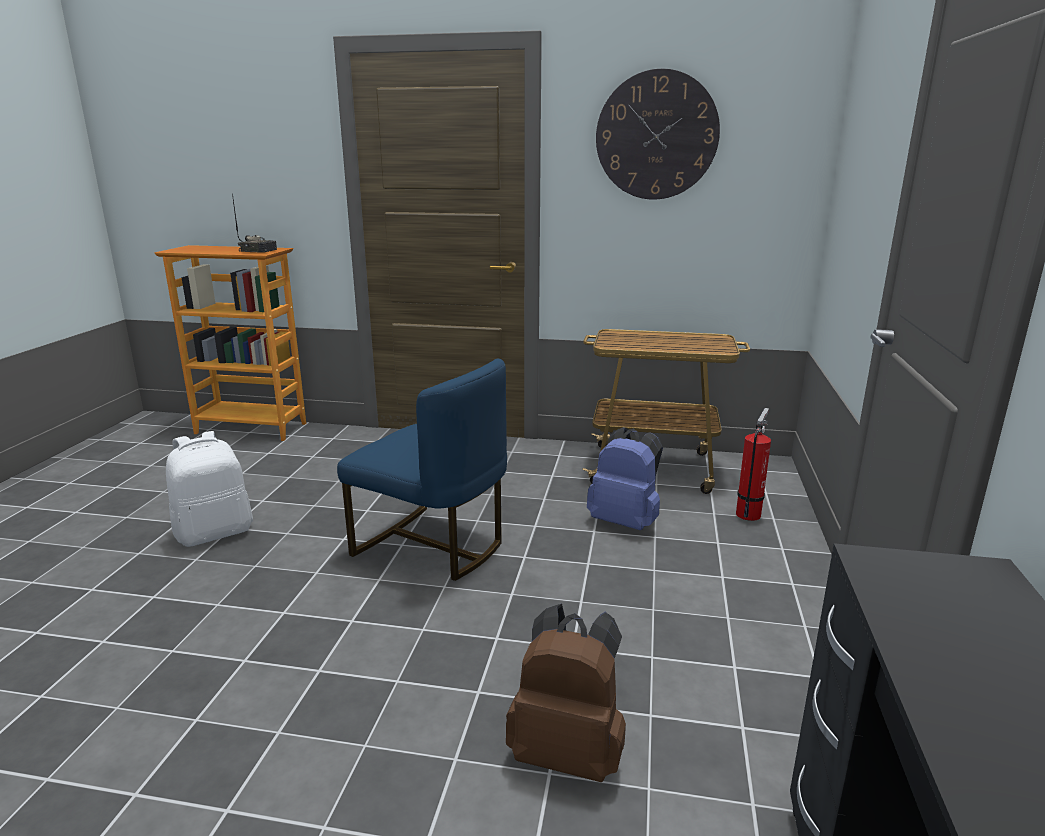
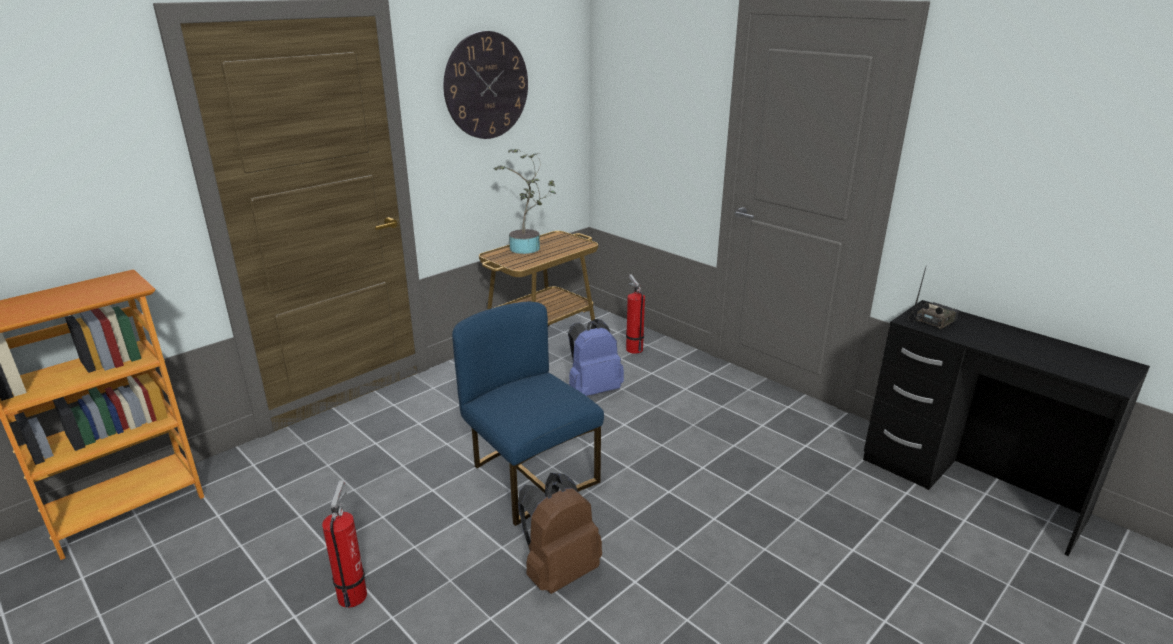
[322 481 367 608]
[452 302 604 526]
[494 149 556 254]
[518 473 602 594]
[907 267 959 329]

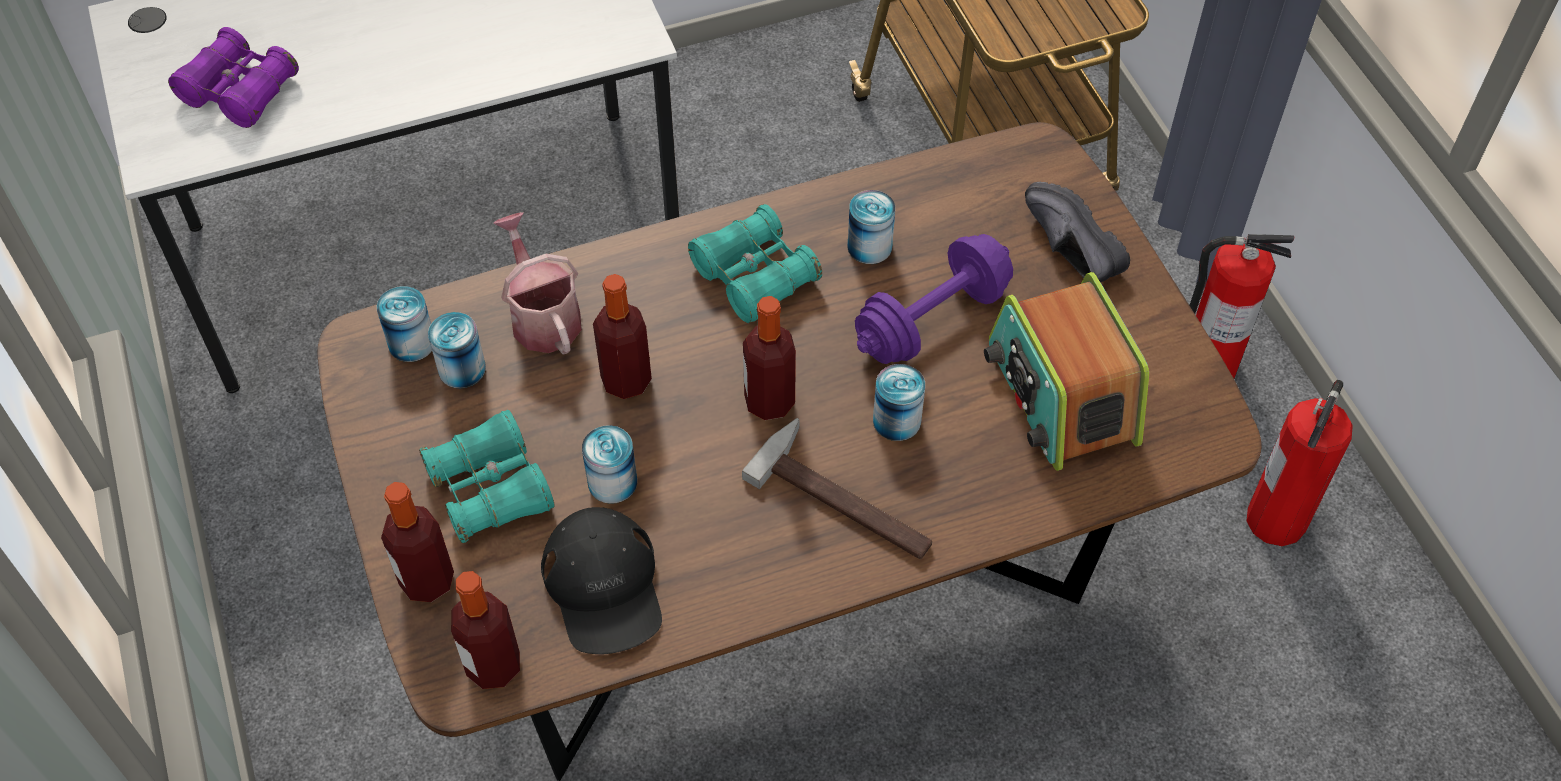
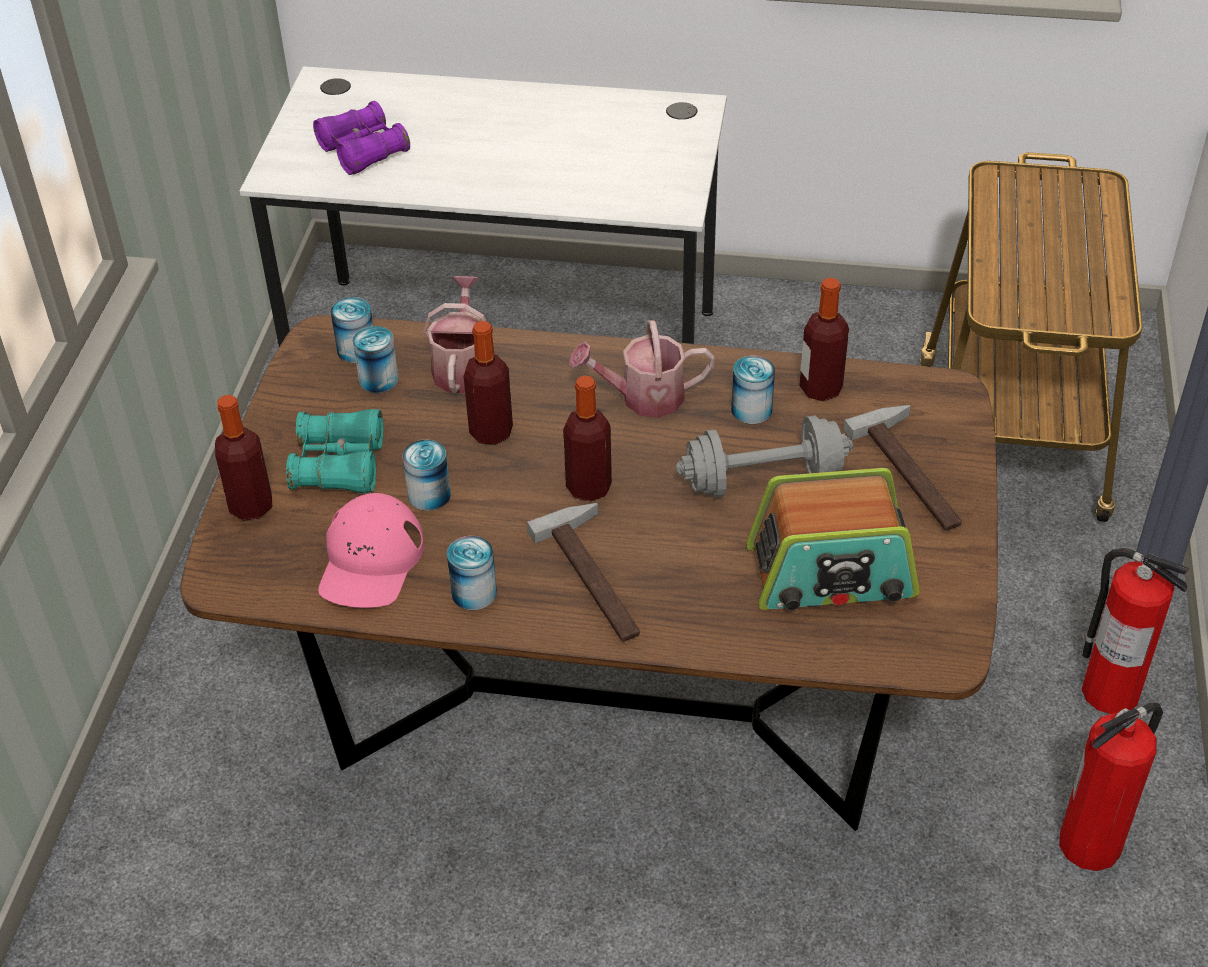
[318 493 424 608]
[447 536 497 610]
[569 320 715 418]
[676 415 853 498]
[746 468 919 610]
[799 278 849 401]
[843 405 962 531]

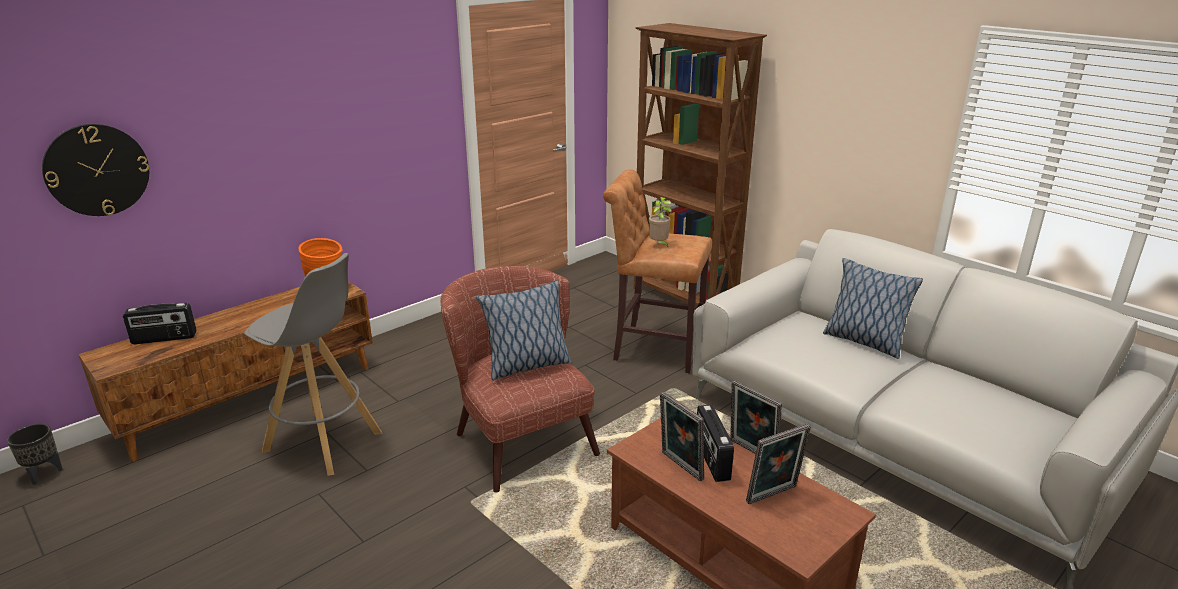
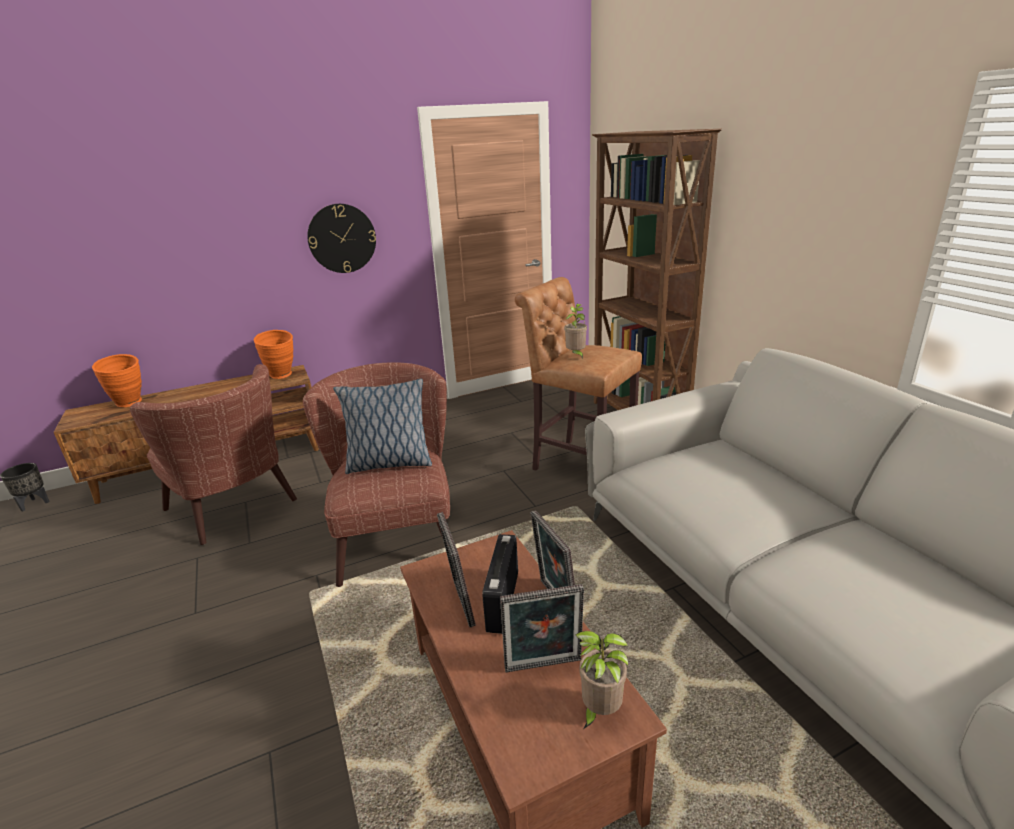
[92 354 142 407]
[130 364 297 545]
[307 204 376 273]
[575 631 628 729]
[823 258 923 359] (first image)

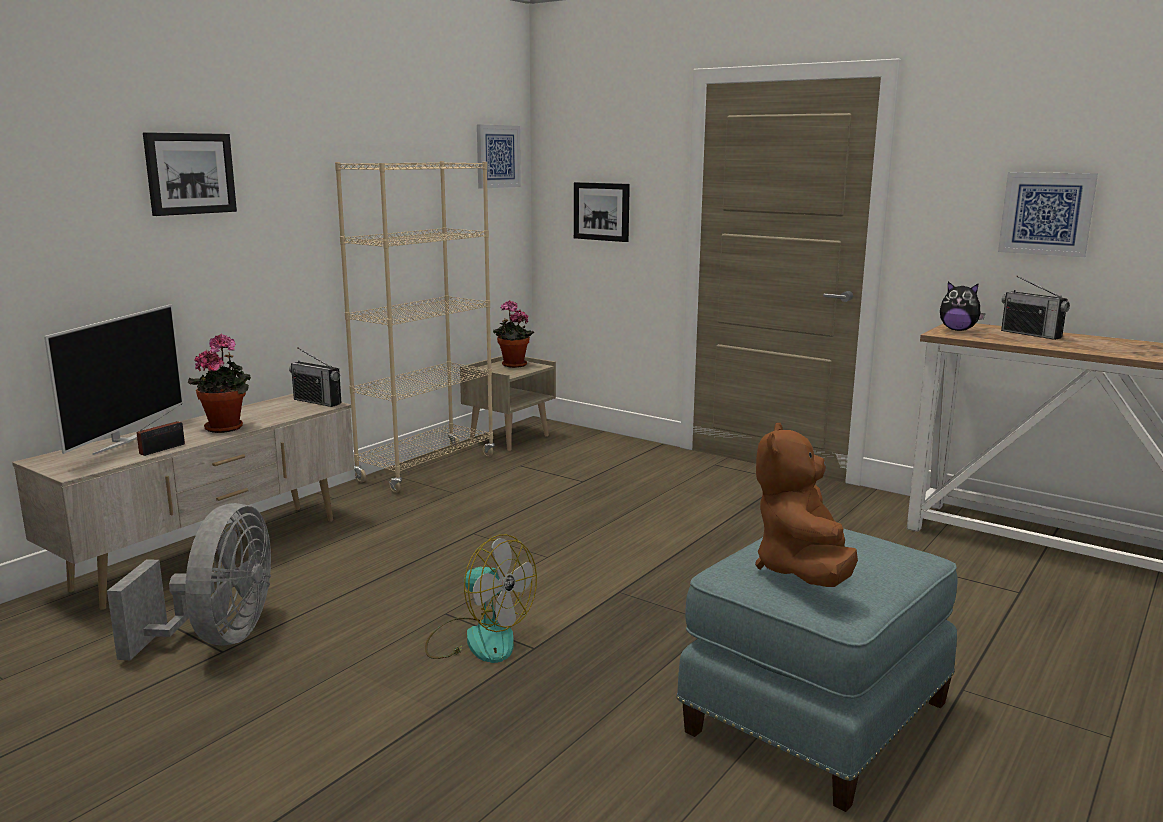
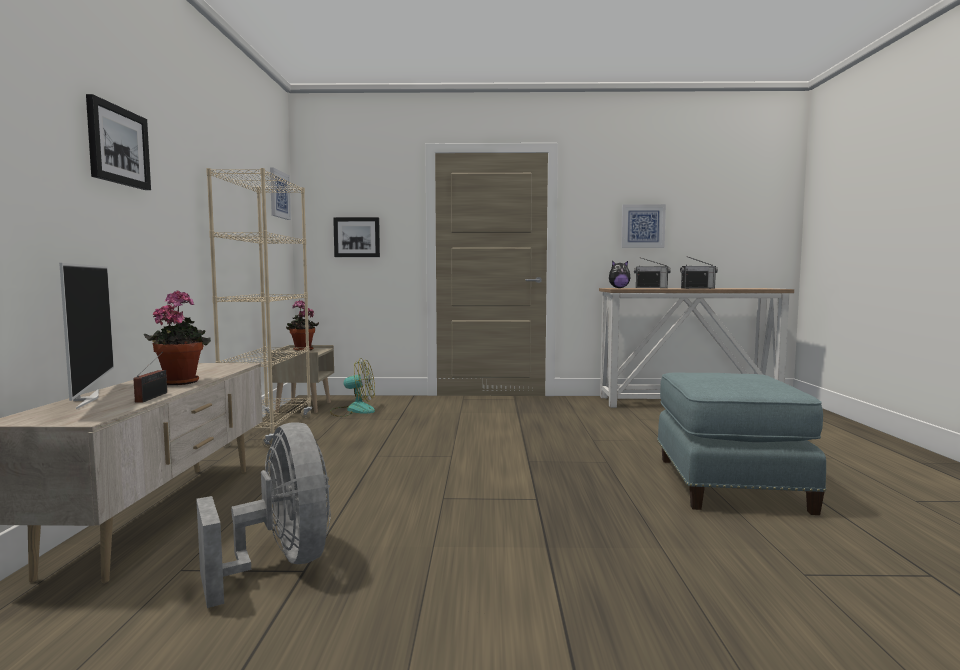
[330 358 375 417]
[680 256 718 289]
[755 423 858 587] (first image)

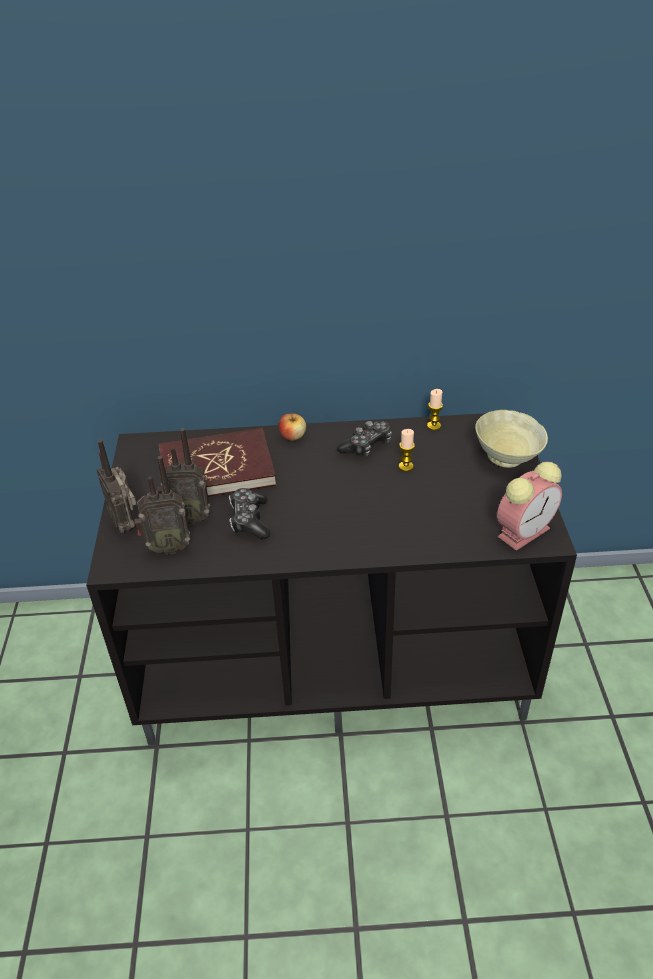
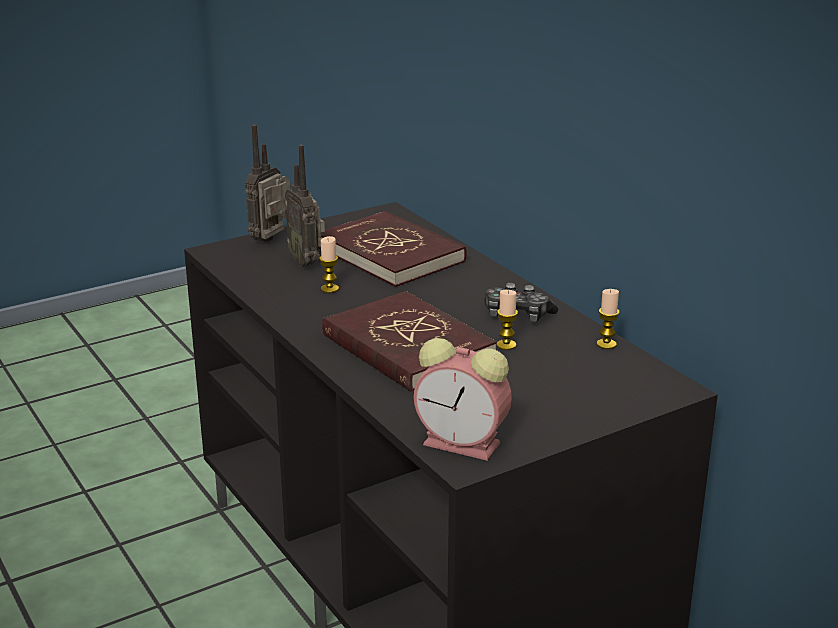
[319 236 339 293]
[322 291 497 392]
[134 456 190 555] (first image)
[279 412 306 441] (first image)
[475 410 548 468] (first image)

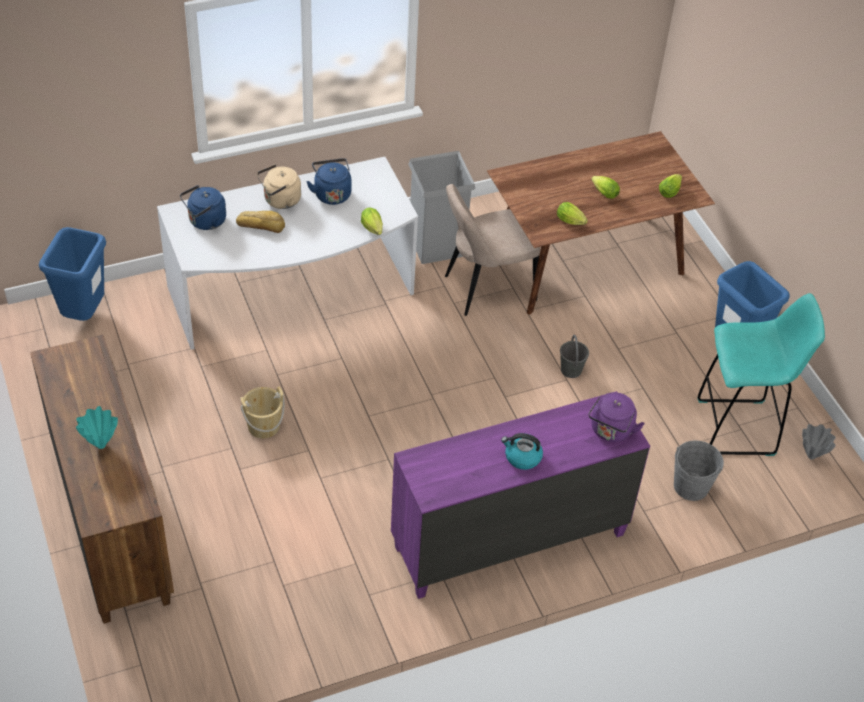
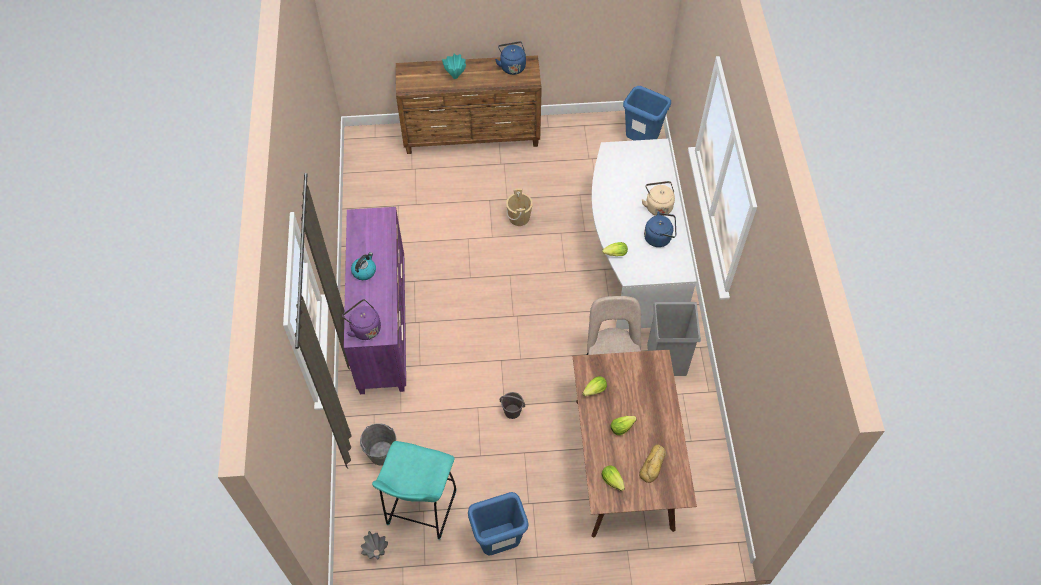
[495 41 526 75]
[639 445 666 483]

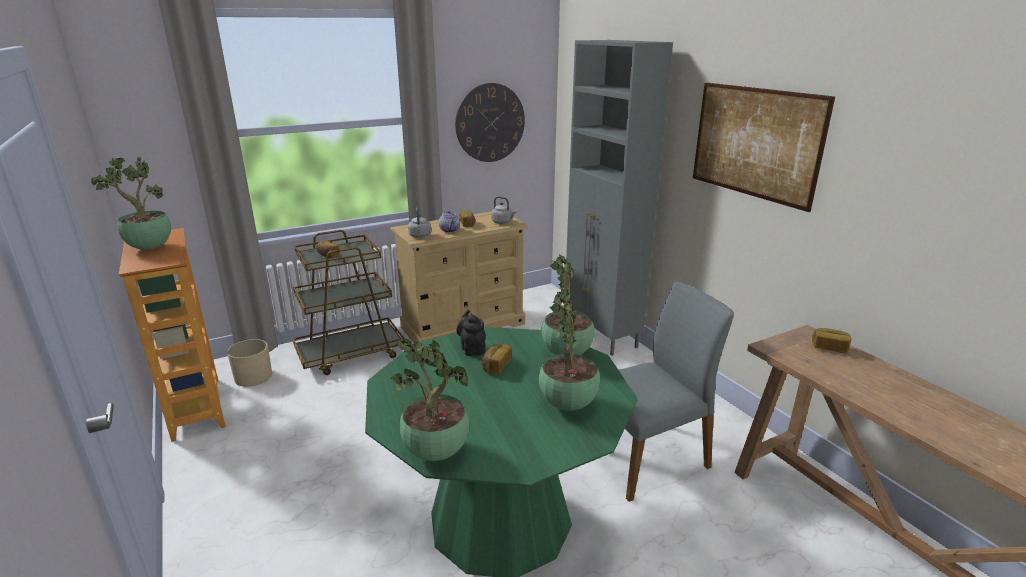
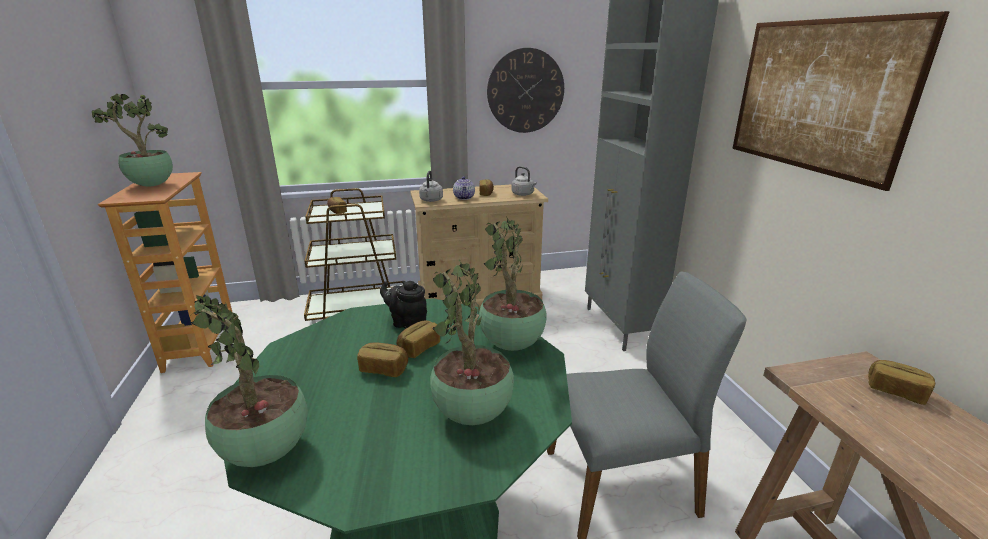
[357 342 408 377]
[380 281 427 328]
[227 339 272 387] (first image)

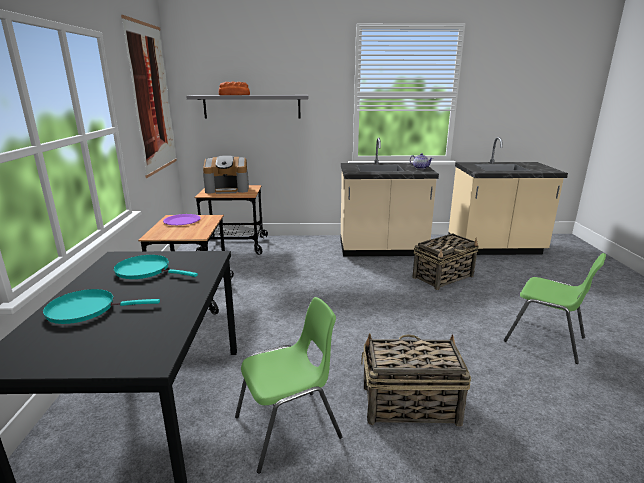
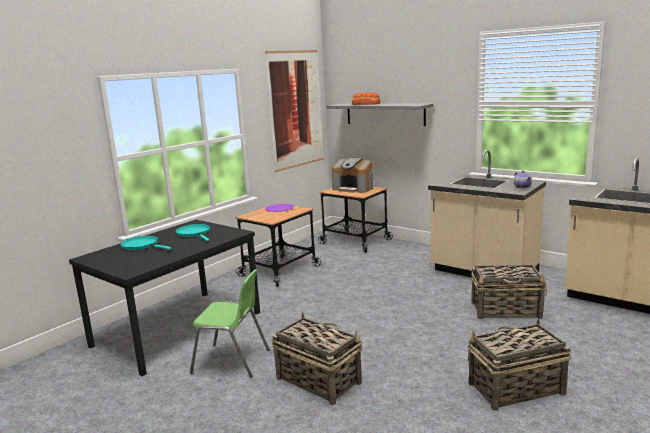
[468 318 571 411]

